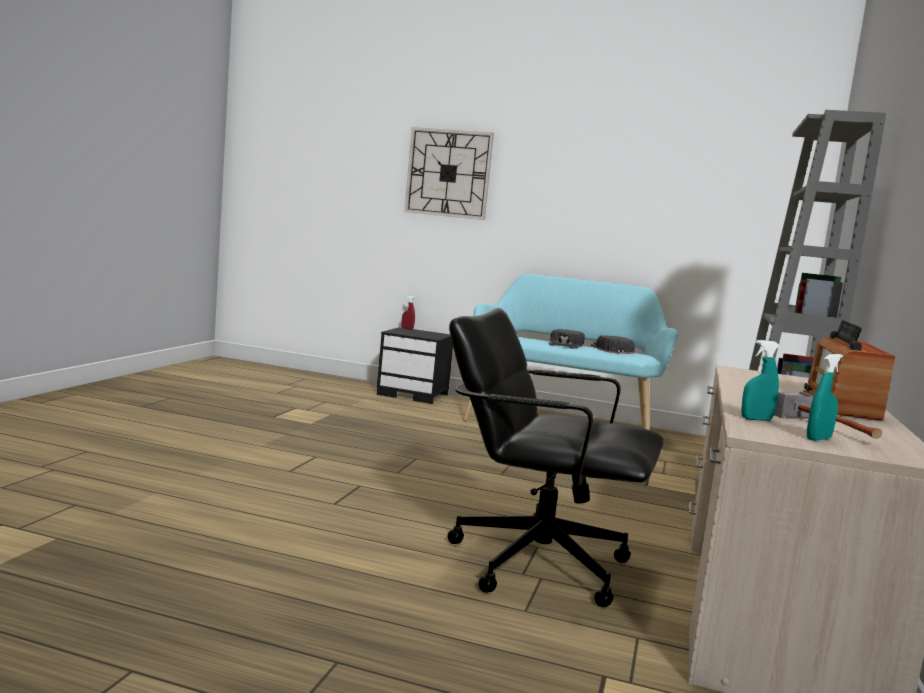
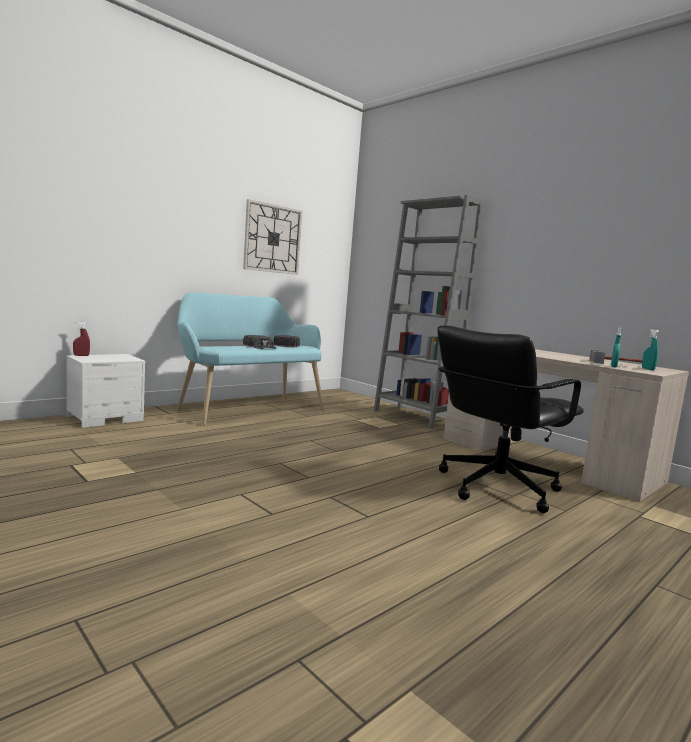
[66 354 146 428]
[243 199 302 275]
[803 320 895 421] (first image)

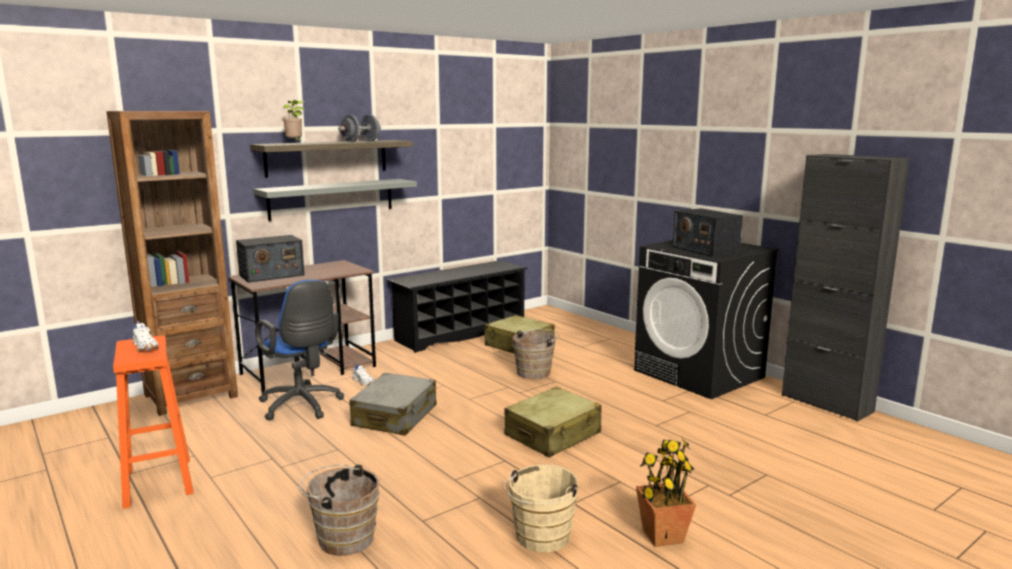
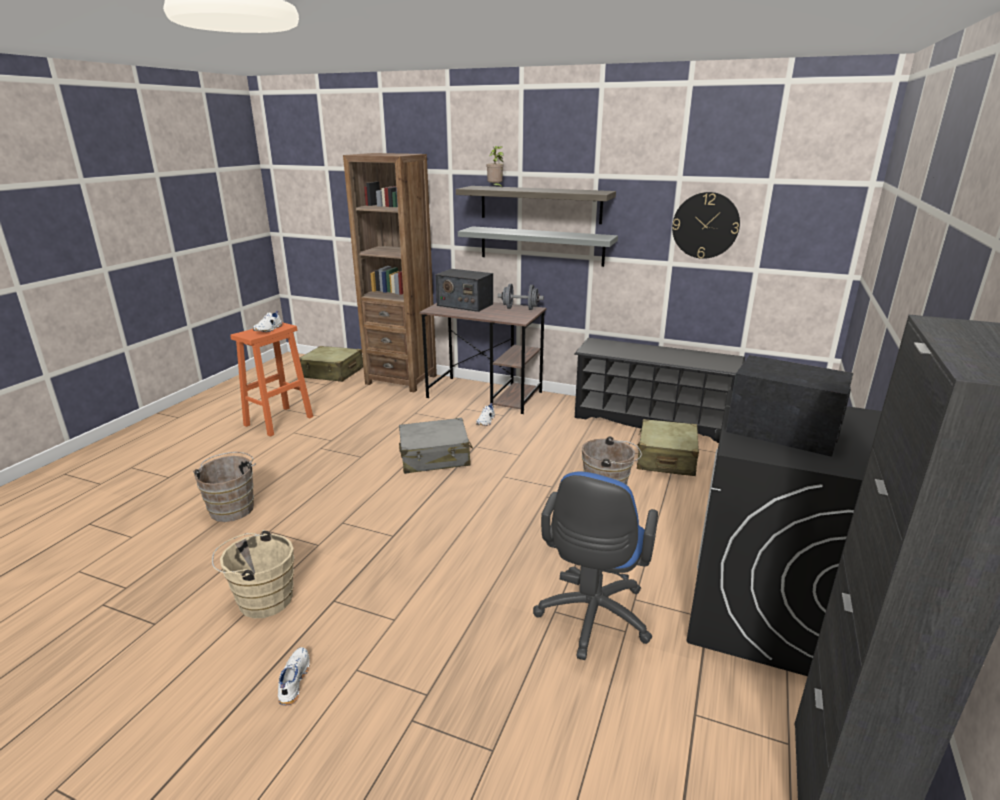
[278 647 310 706]
[300 346 363 382]
[498 284 544 310]
[533 472 658 660]
[672 192 740 259]
[726 355 853 457]

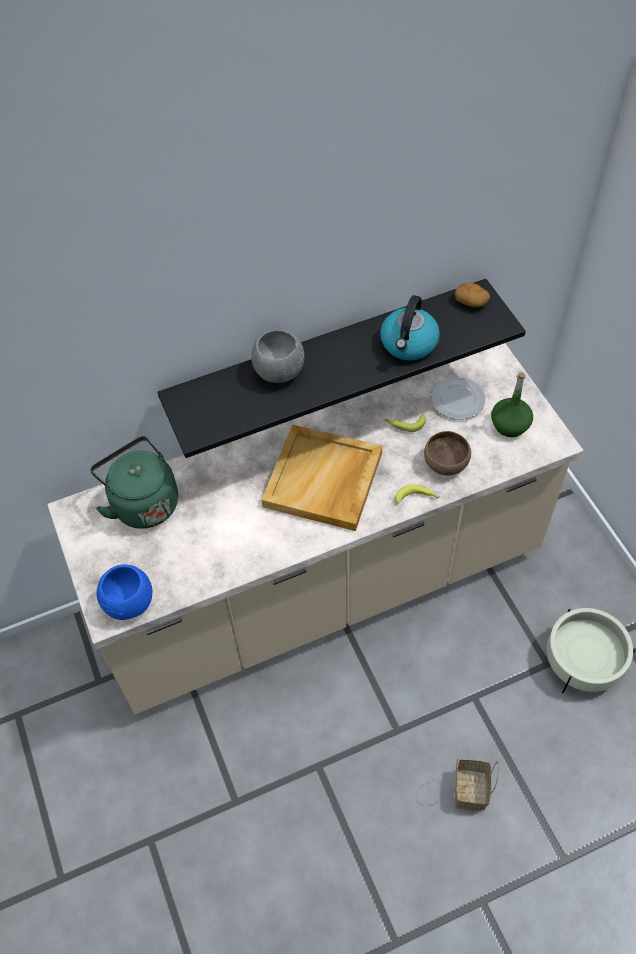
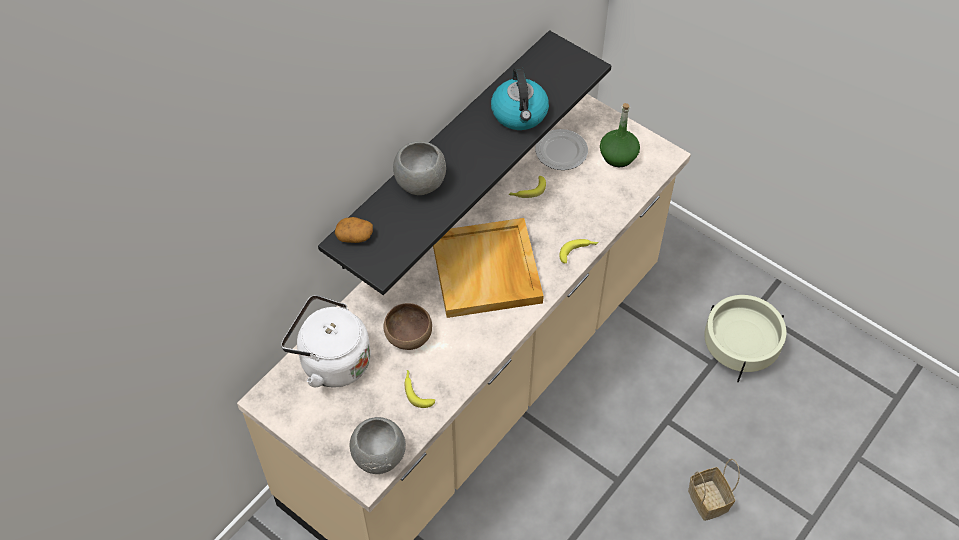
[281 295 371 388]
[335 217 373 243]
[350 417 406 474]
[383 303 432 350]
[404 370 435 408]

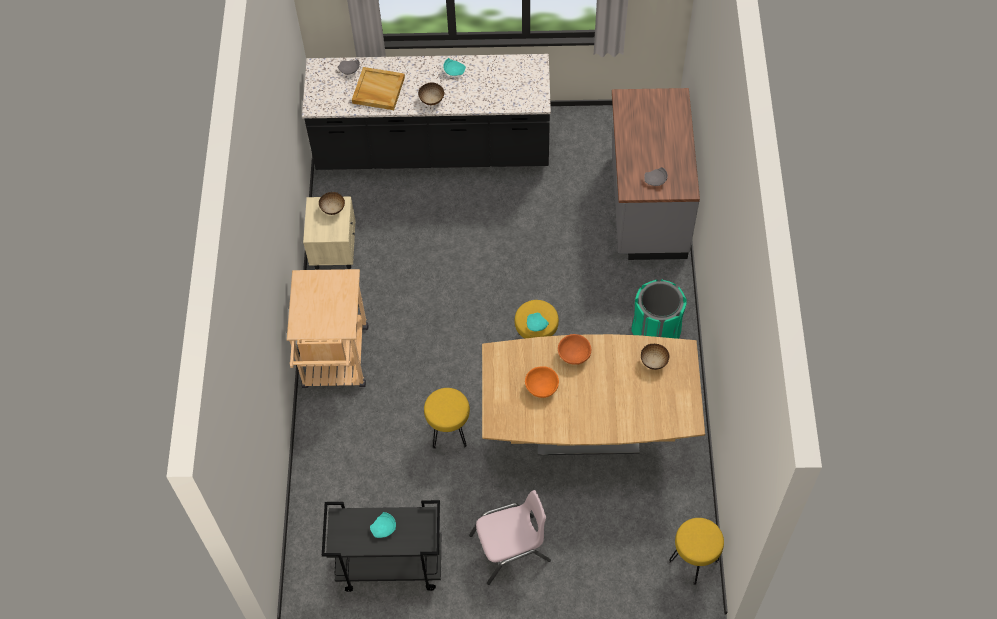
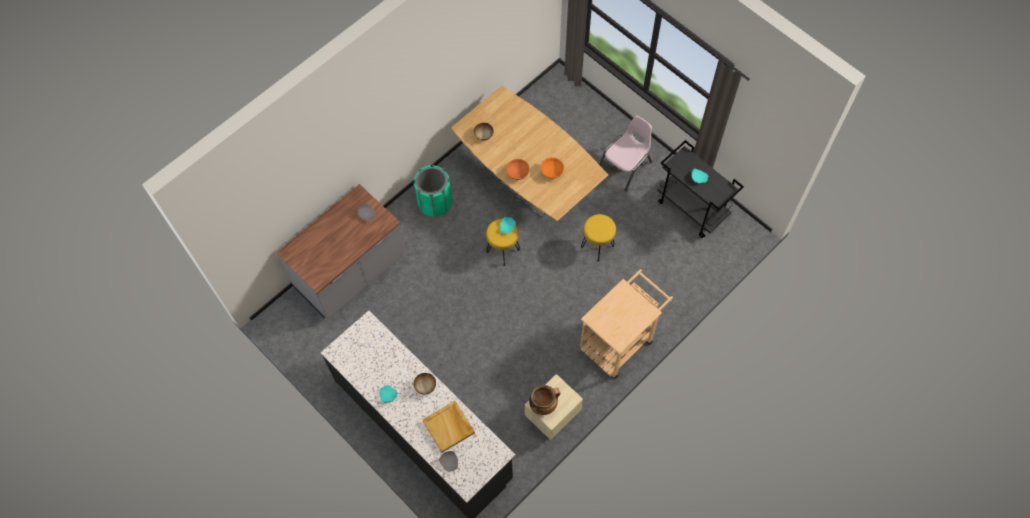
[529 385 560 415]
[599 115 652 191]
[669 518 724 585] (first image)

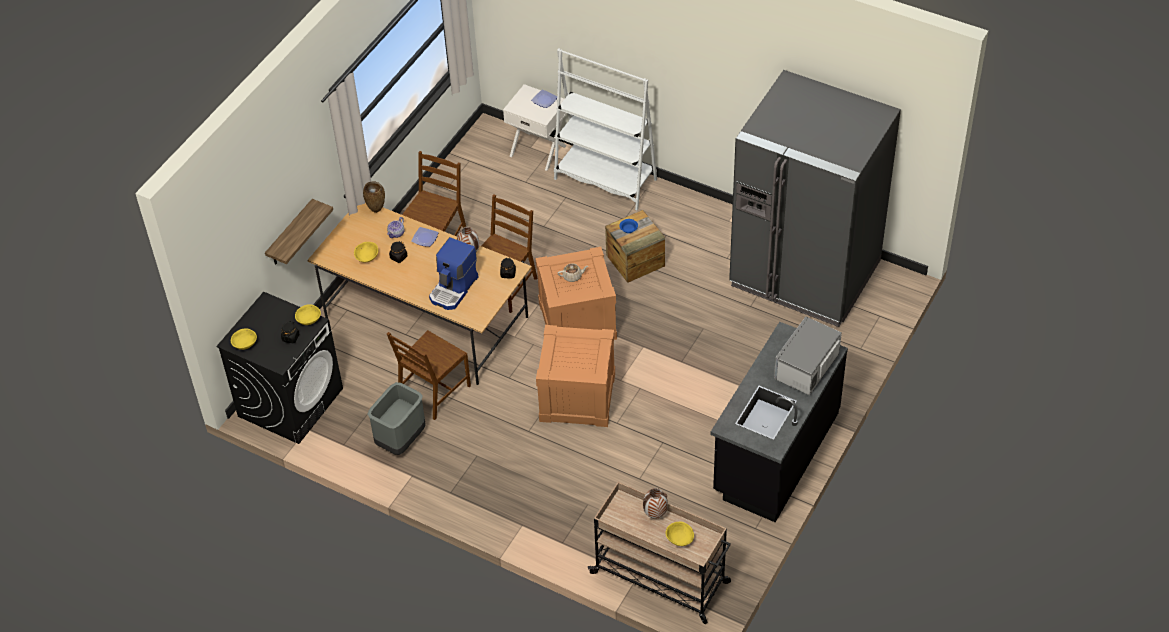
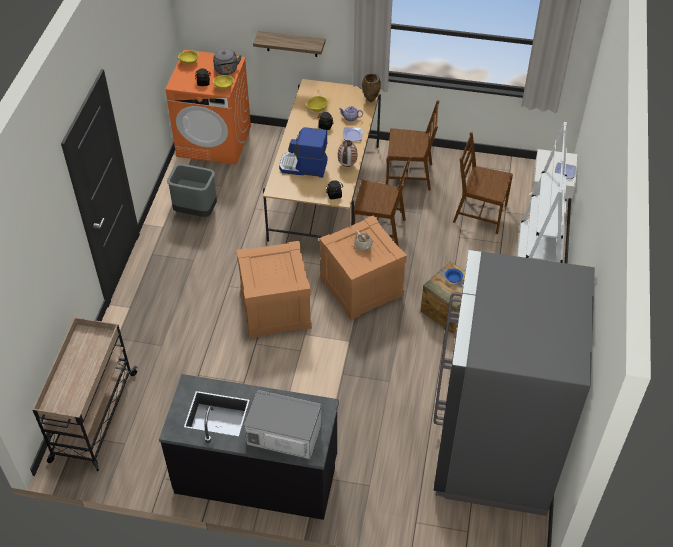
[165 50 251 165]
[213 48 242 75]
[453 132 513 234]
[643 488 668 519] (first image)
[666 521 694 546] (first image)

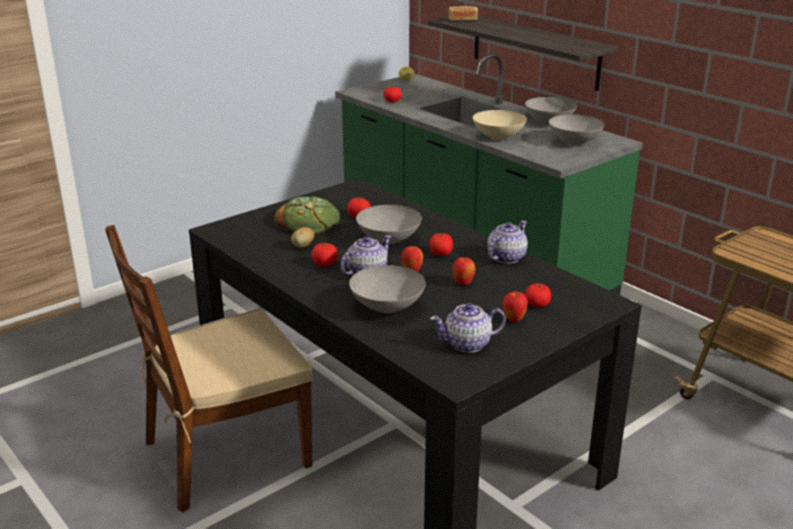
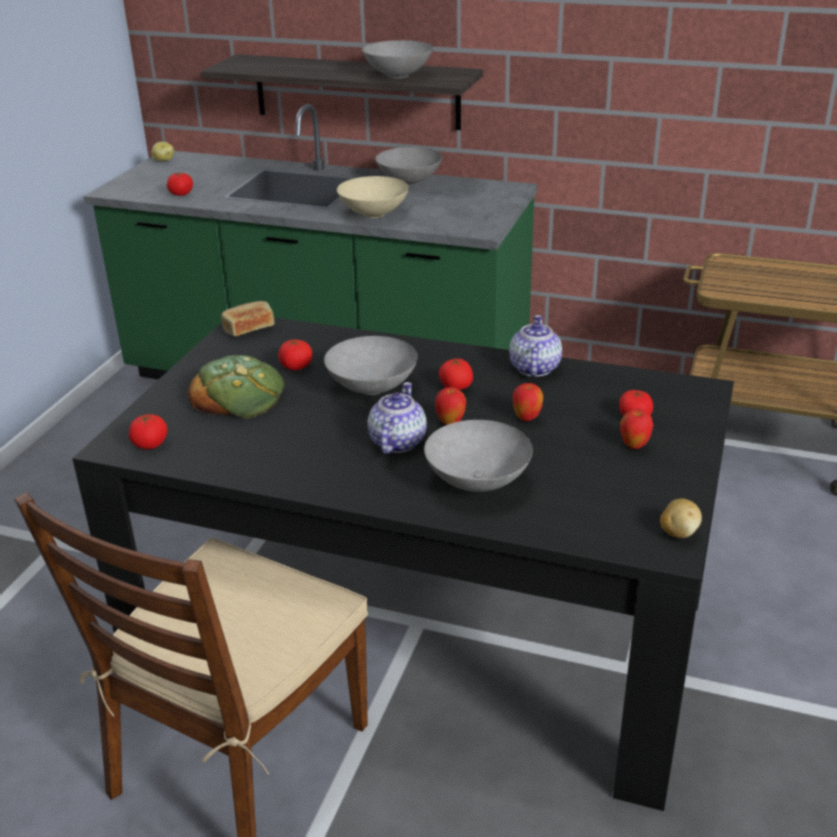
[129 414 168 449]
[221 301 275 337]
[362 40 433 78]
[660 498 702 538]
[430 303 506 353] (first image)

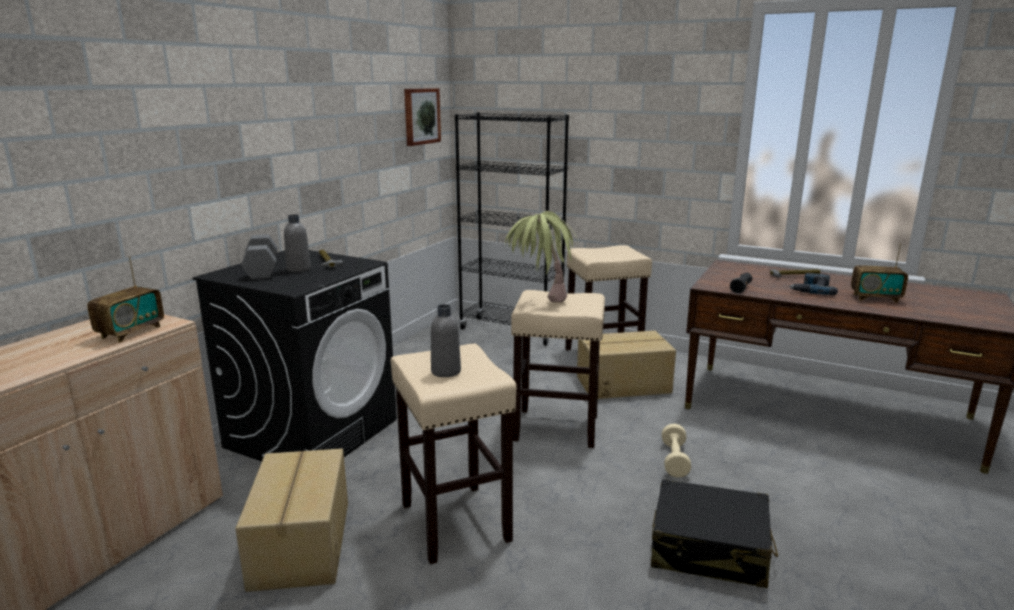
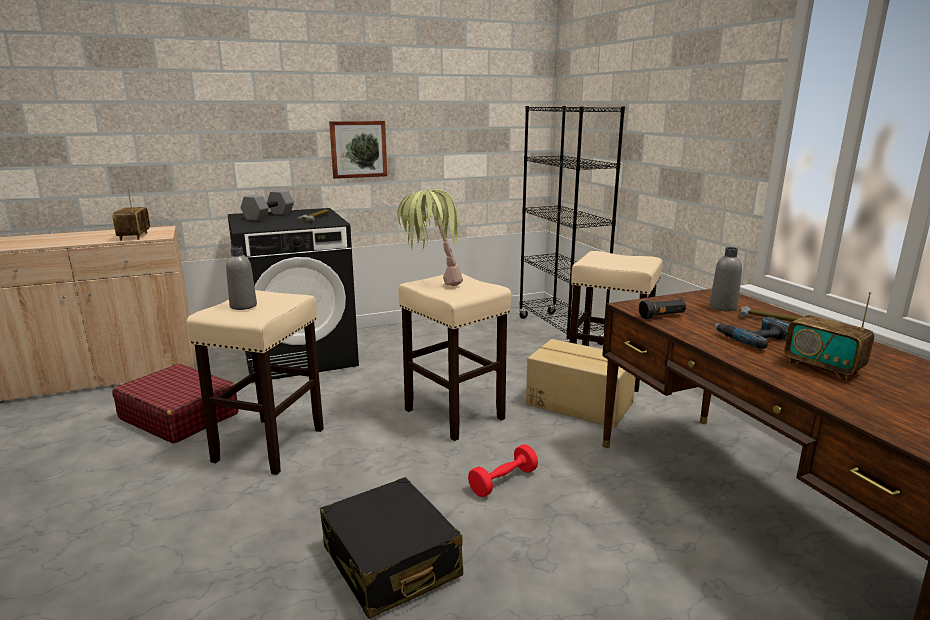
[112 188 150 241]
[112 364 239 444]
[329 121 387 179]
[468 444 538 497]
[710 247 742 311]

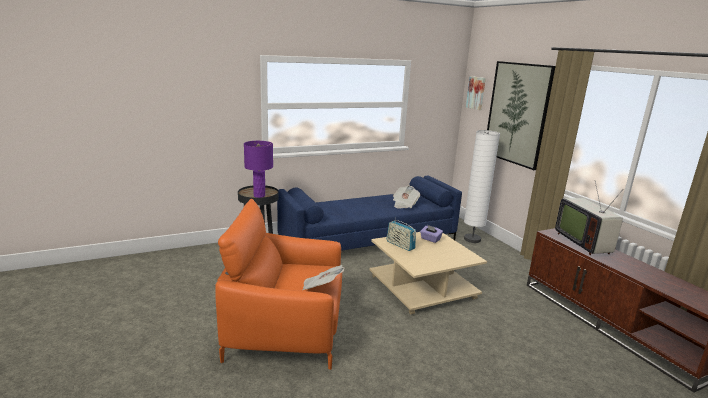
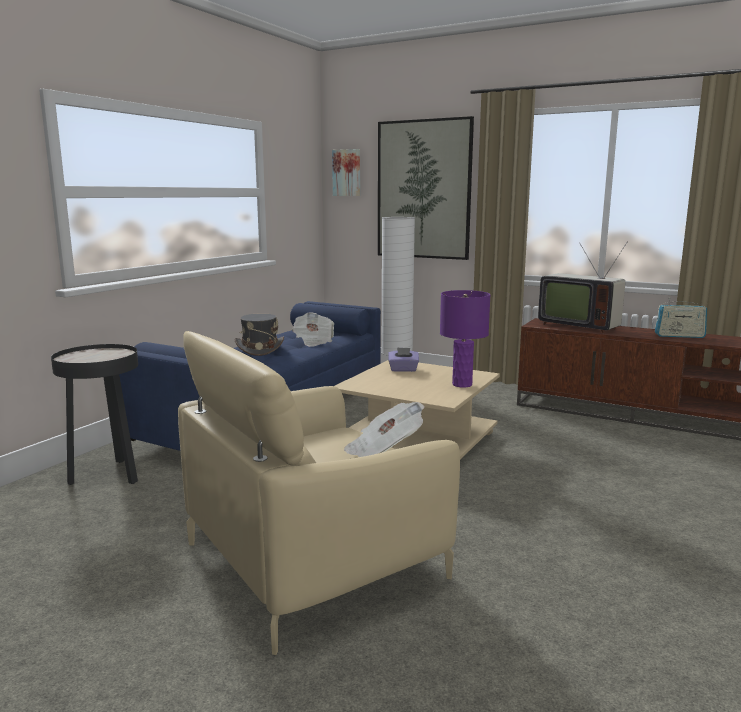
[178 331 460 655]
[235 313 284 356]
[440 290 491 388]
[655 298 707 338]

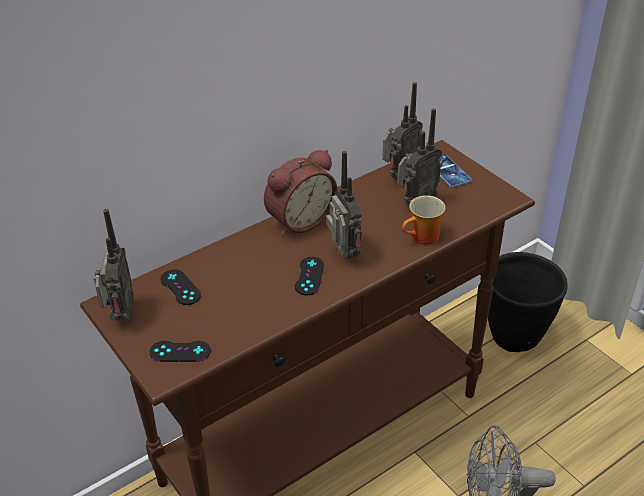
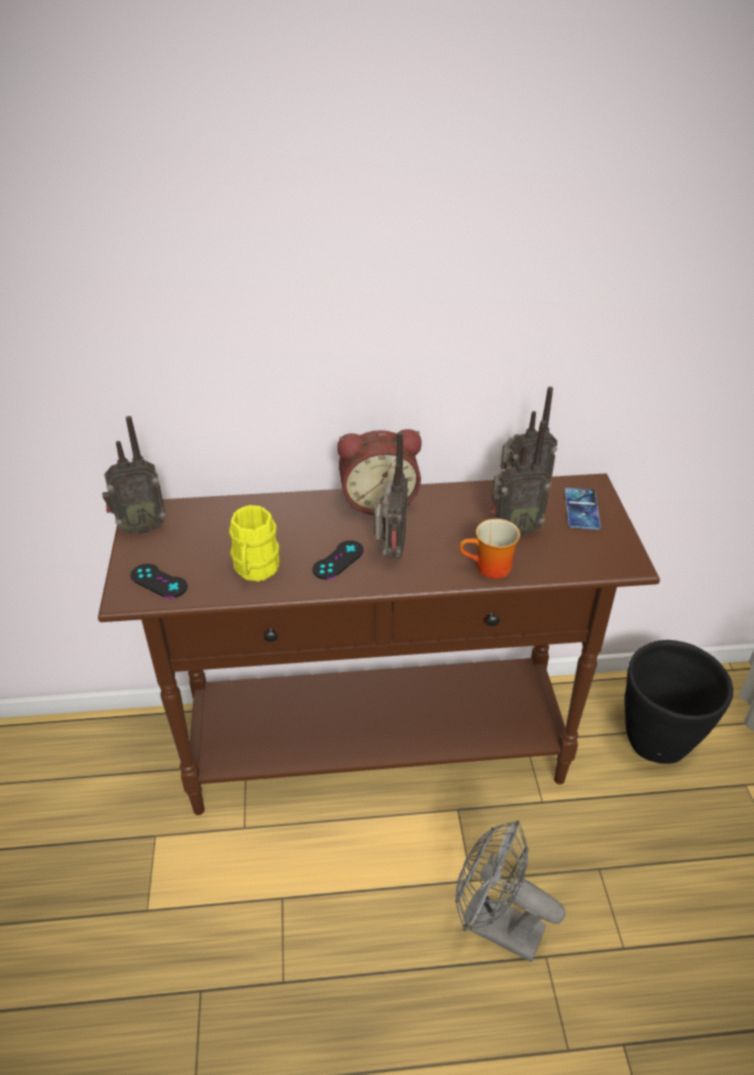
[102 416 166 534]
[229 505 280 581]
[160 270 201 305] (first image)

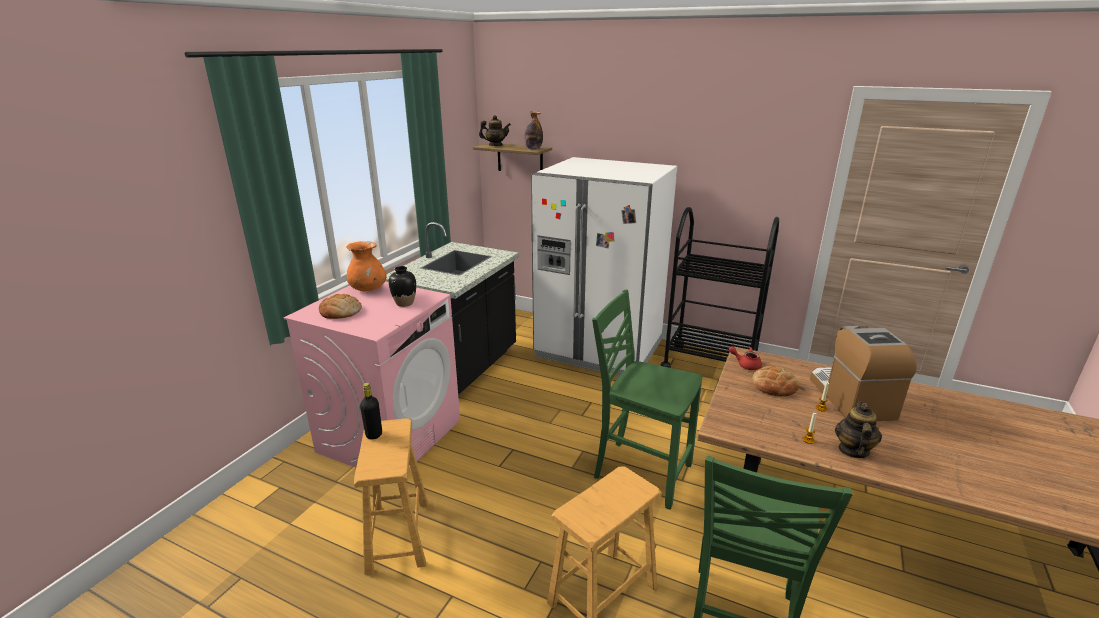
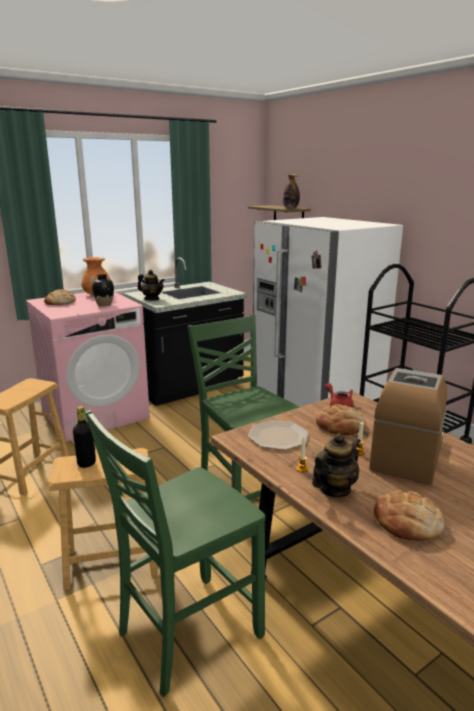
[73 406 96 468]
[138 270 165 300]
[248 420 309 450]
[374 490 444 541]

